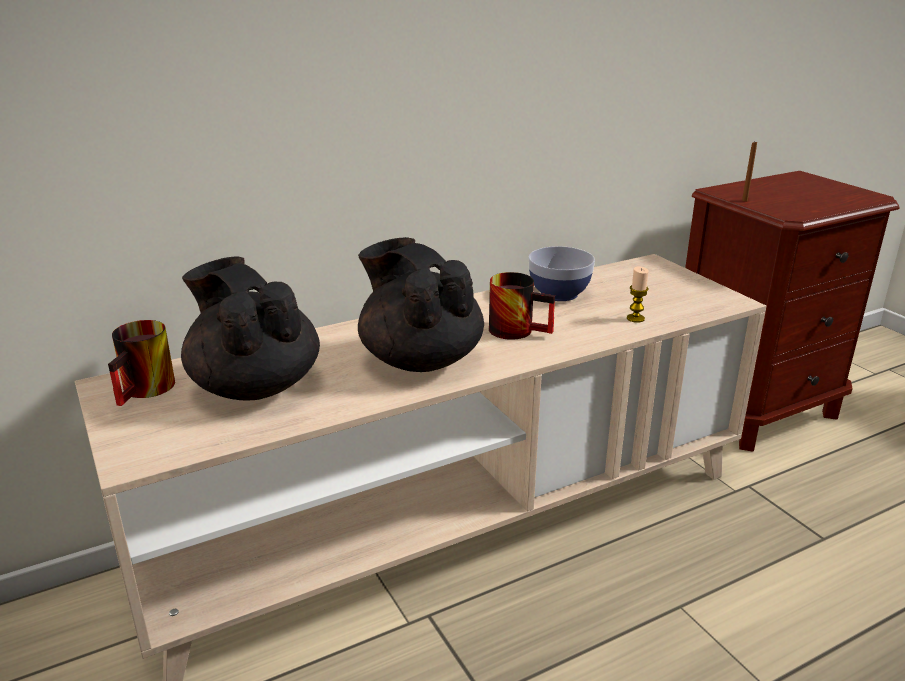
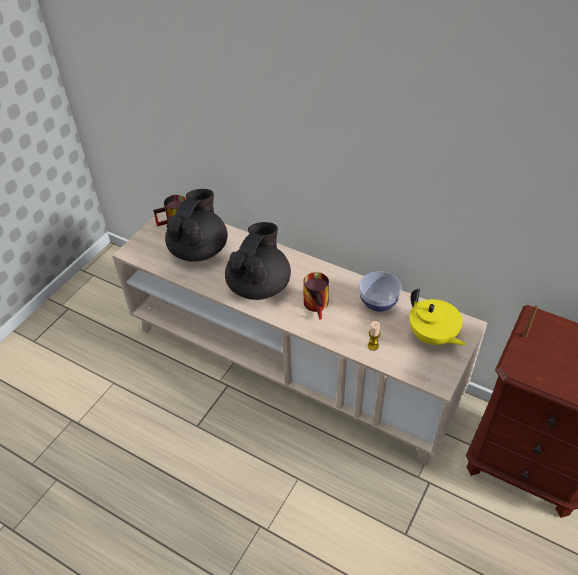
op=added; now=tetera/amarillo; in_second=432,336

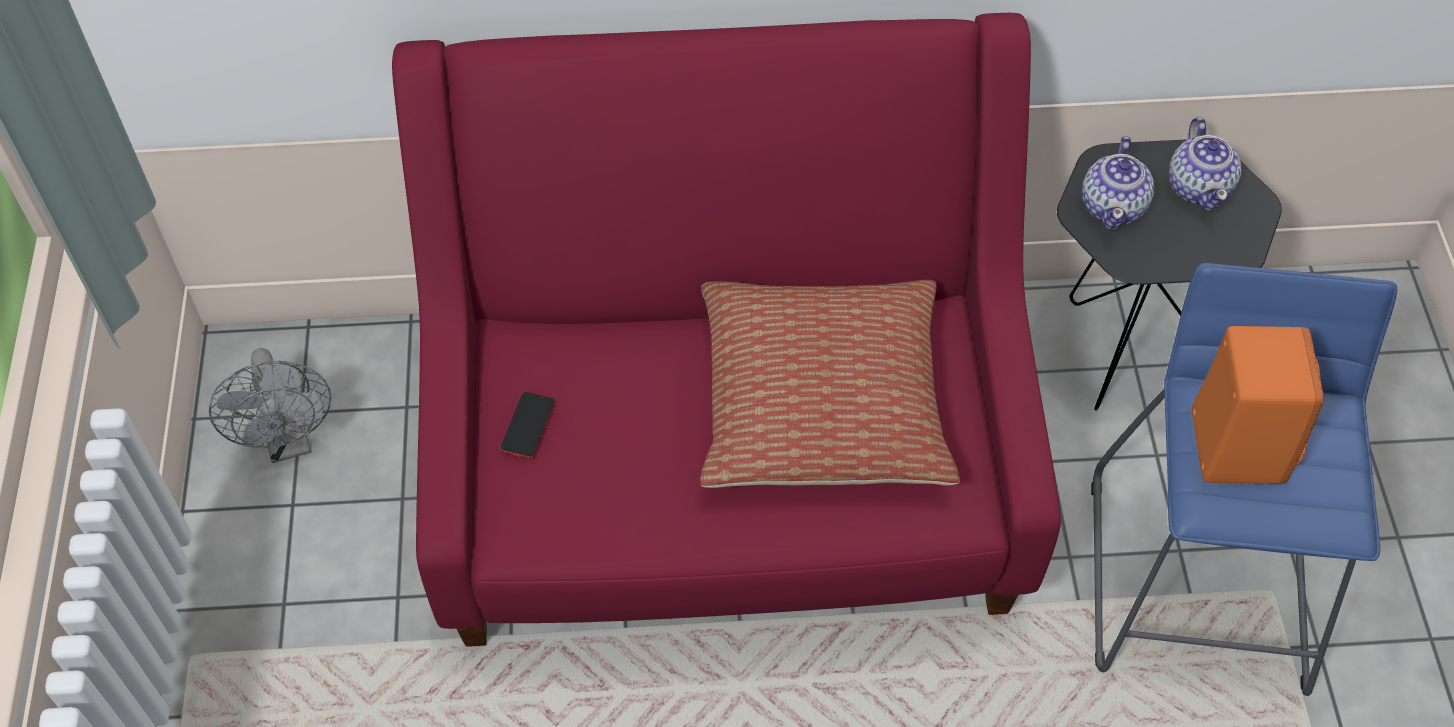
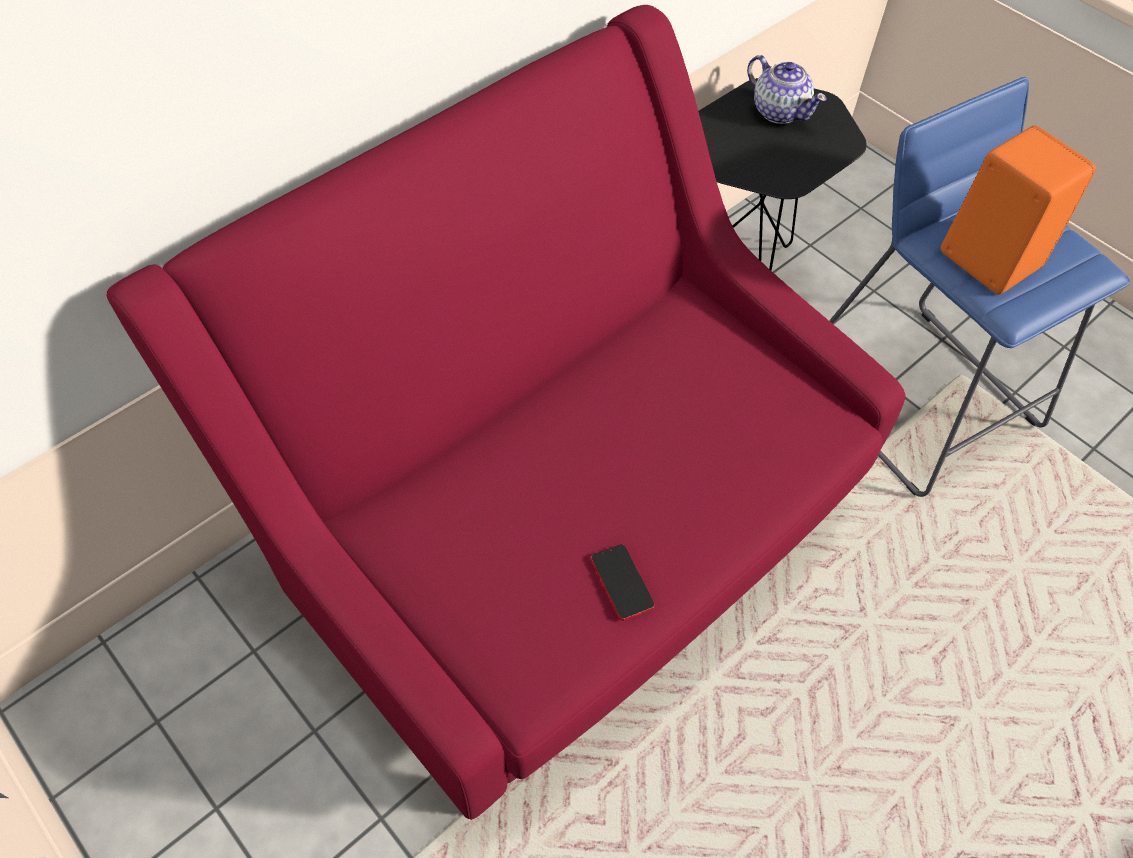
op=removed; was=tetera; in_first=1114,206
op=removed; was=cojín; in_first=822,403
op=removed; was=ventilador/gris; in_first=289,442
op=moved; was=móvil; in_first=528,426; in_second=622,582

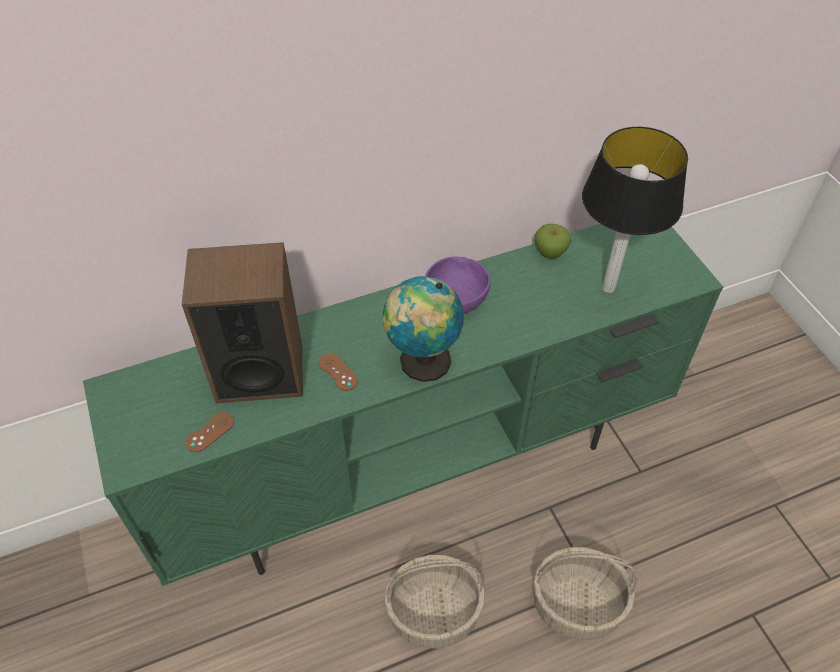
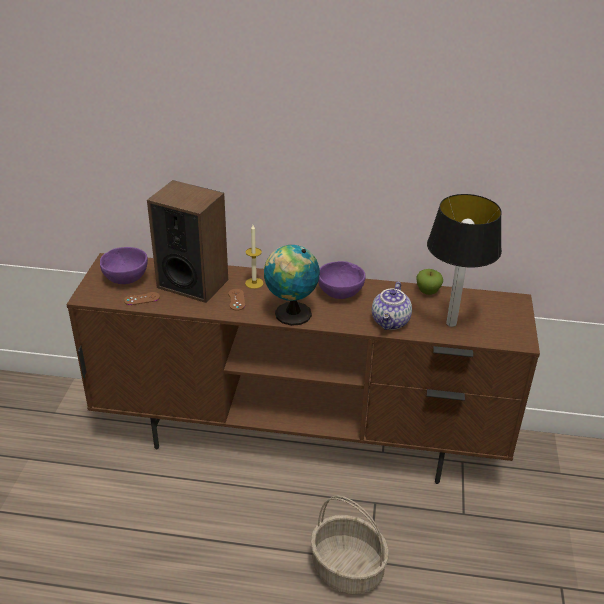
op=recoloured; was=mueble de televisión/verde; now=mueble de televisión/marrón; in_first=420,468; in_second=301,438
op=removed; was=cesta; in_first=434,612
op=added; now=vela; in_second=254,283
op=added; now=cuenco/morado; in_second=125,279
op=added; now=tetera; in_second=391,322

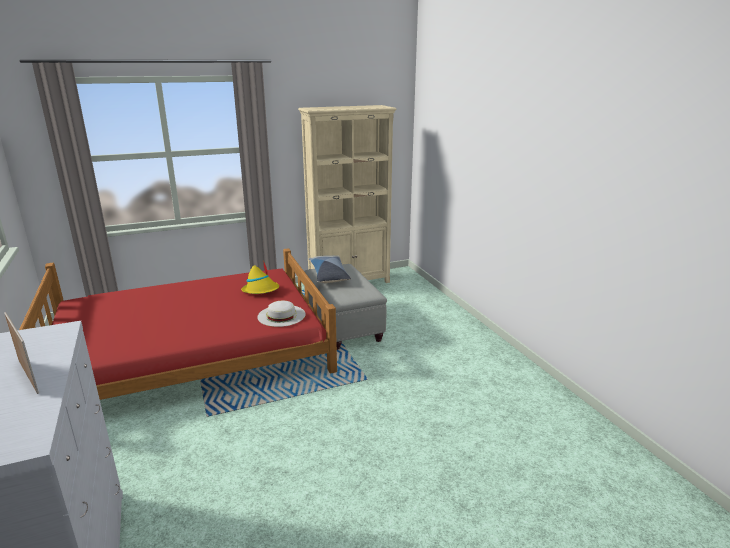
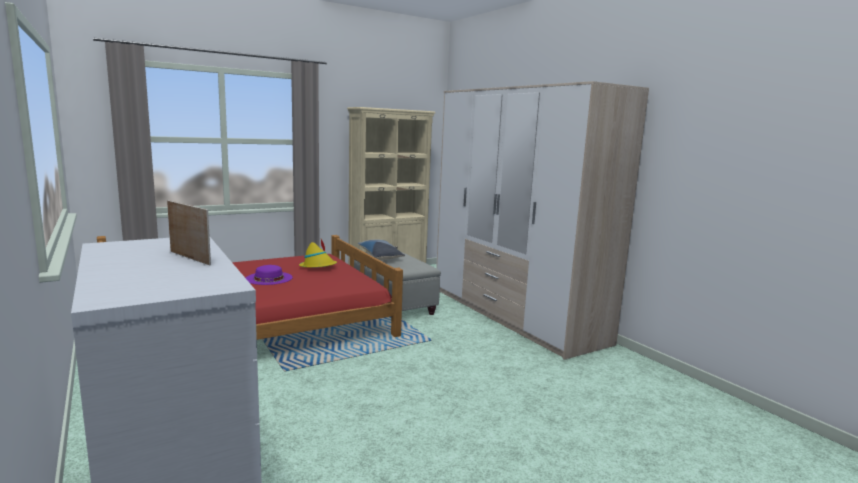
op=removed; was=sombrero/blanco; in_first=281,315
op=added; now=armario ropero; in_second=514,315
op=added; now=sombrero/morado; in_second=269,278

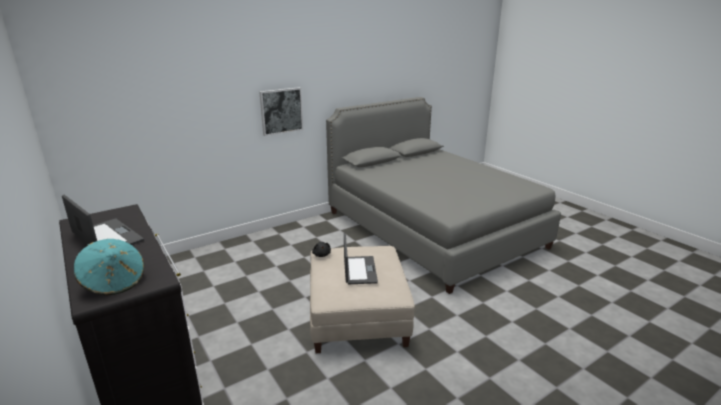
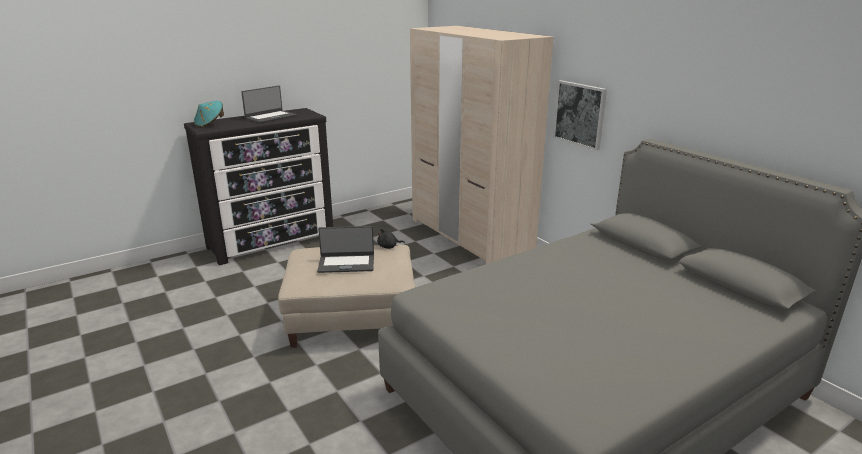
op=added; now=armario ropero/beis; in_second=470,236

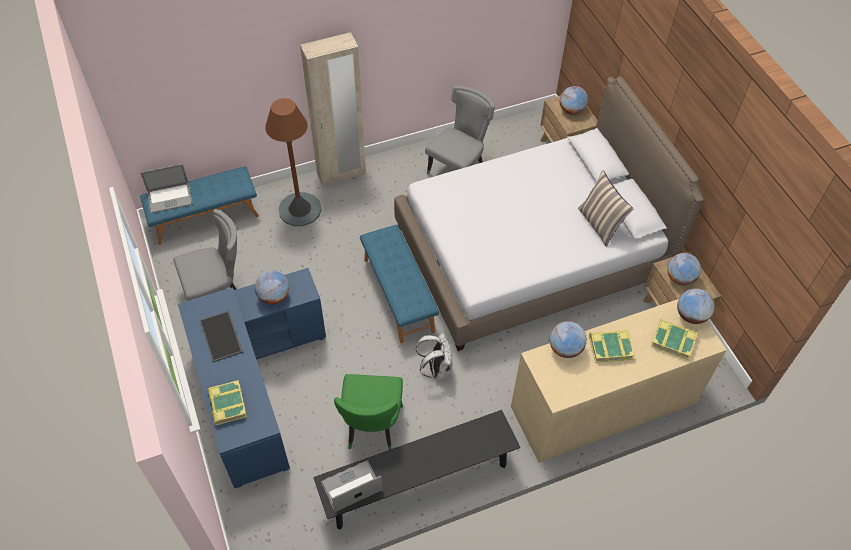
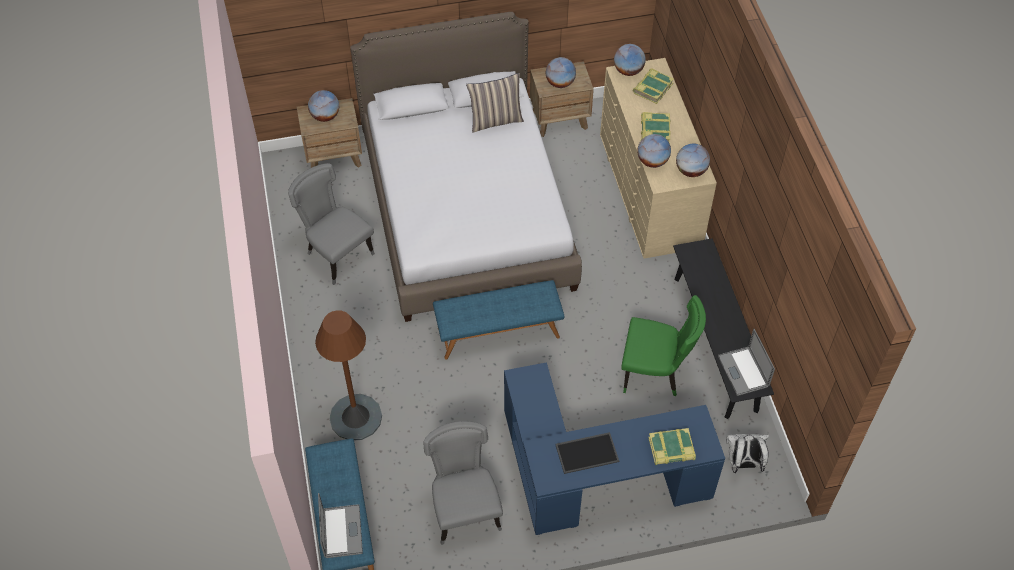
op=removed; was=armario ropero/beis; in_first=341,174
op=moved; was=globo terráqueo; in_first=274,296; in_second=691,171
op=moved; was=mochila/blanco; in_first=436,369; in_second=743,463

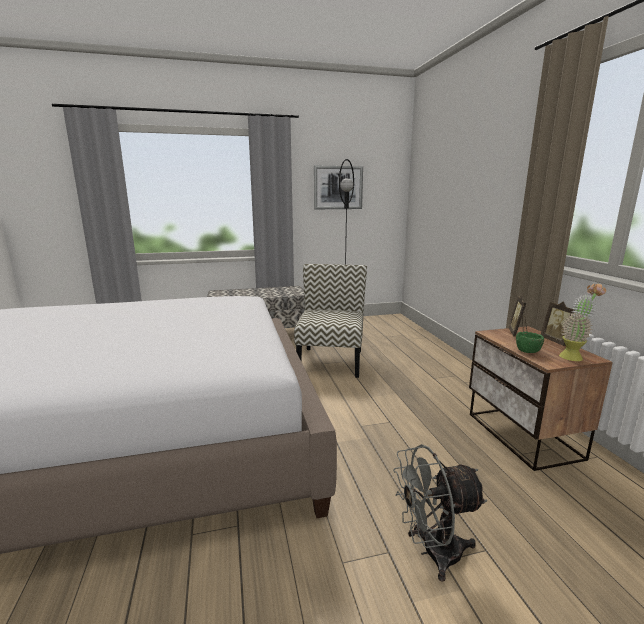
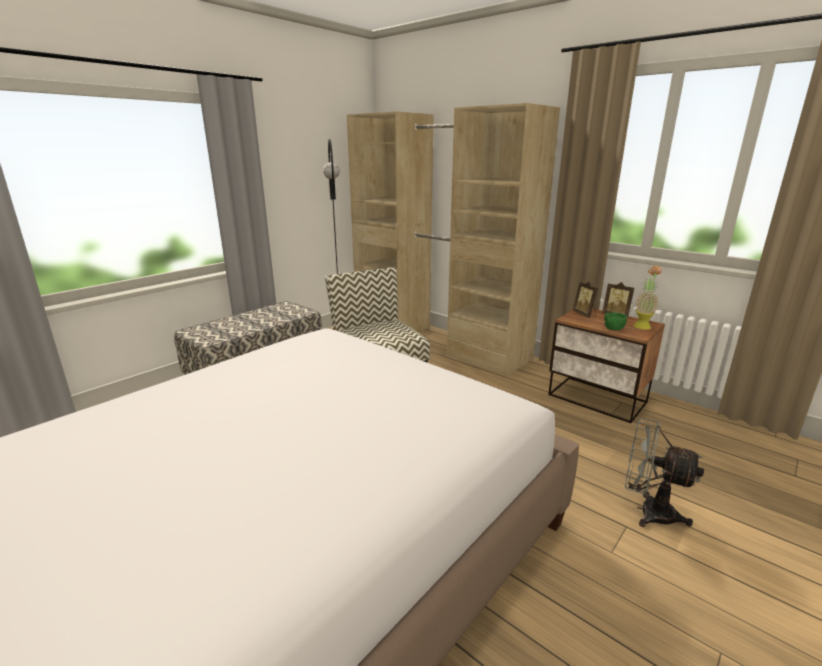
op=removed; was=cuadro; in_first=338,187
op=turned; was=ventilador/gris; in_first=432,552; in_second=647,511; clockwise=75
op=added; now=armario ropero/beis; in_second=438,340

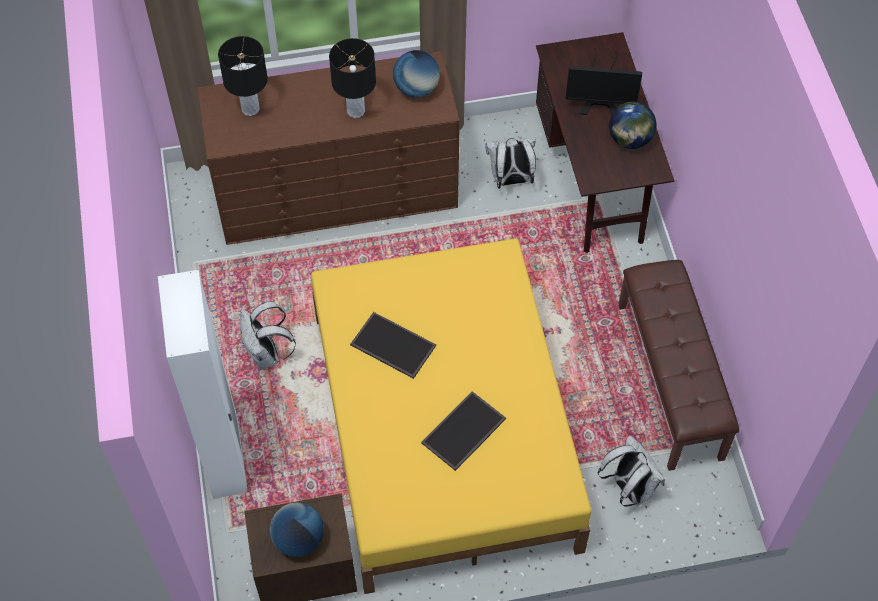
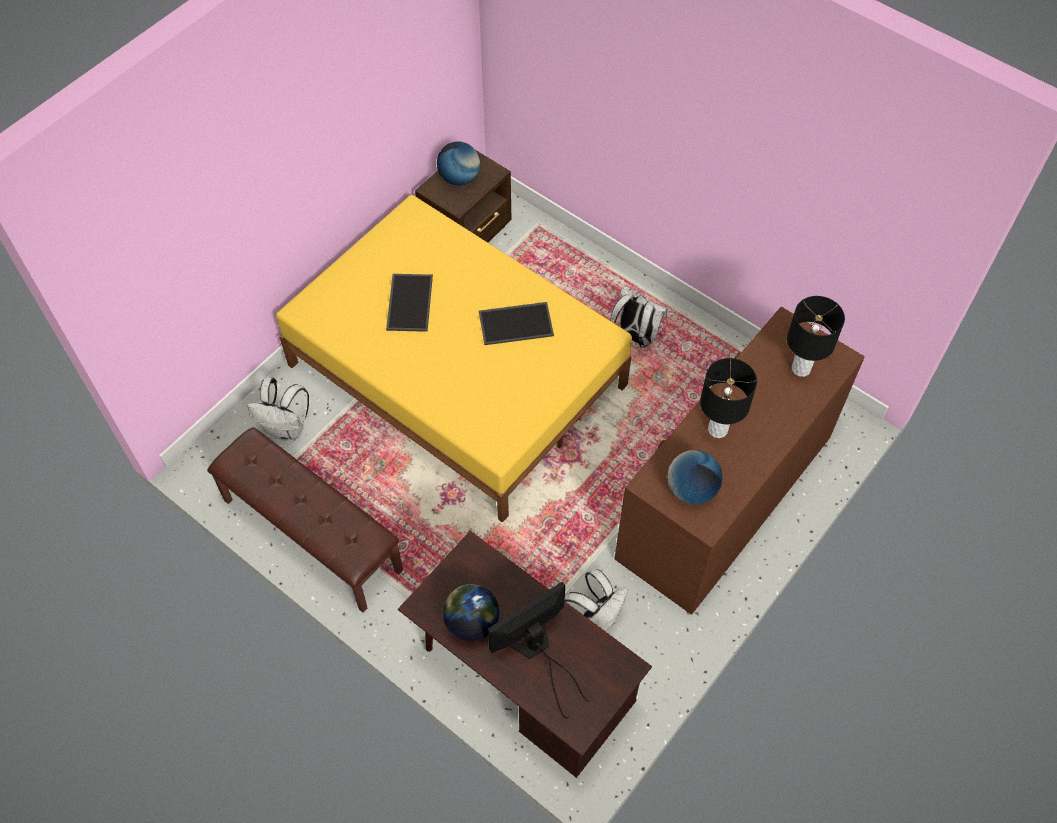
op=removed; was=armario ropero/blanco; in_first=226,459

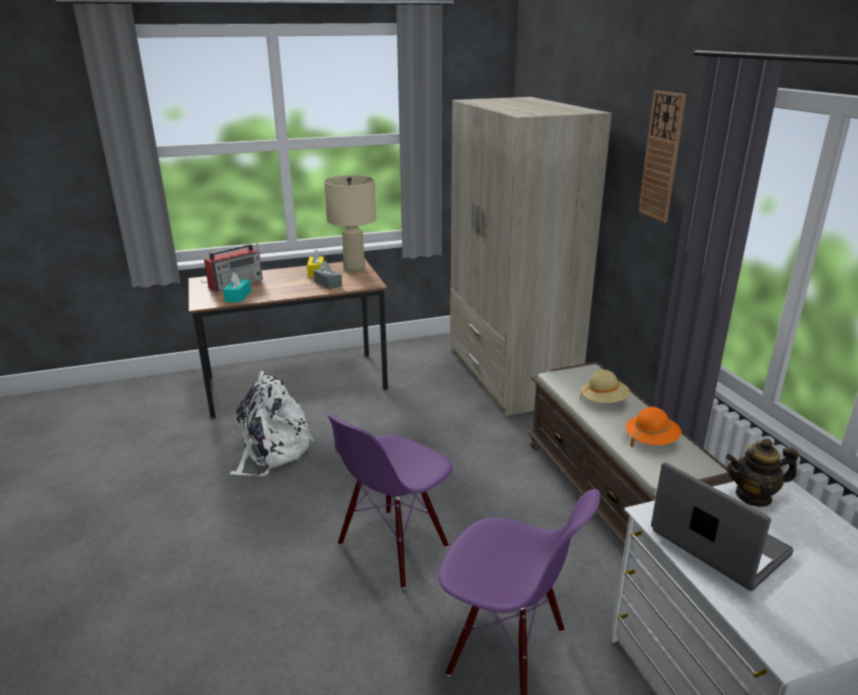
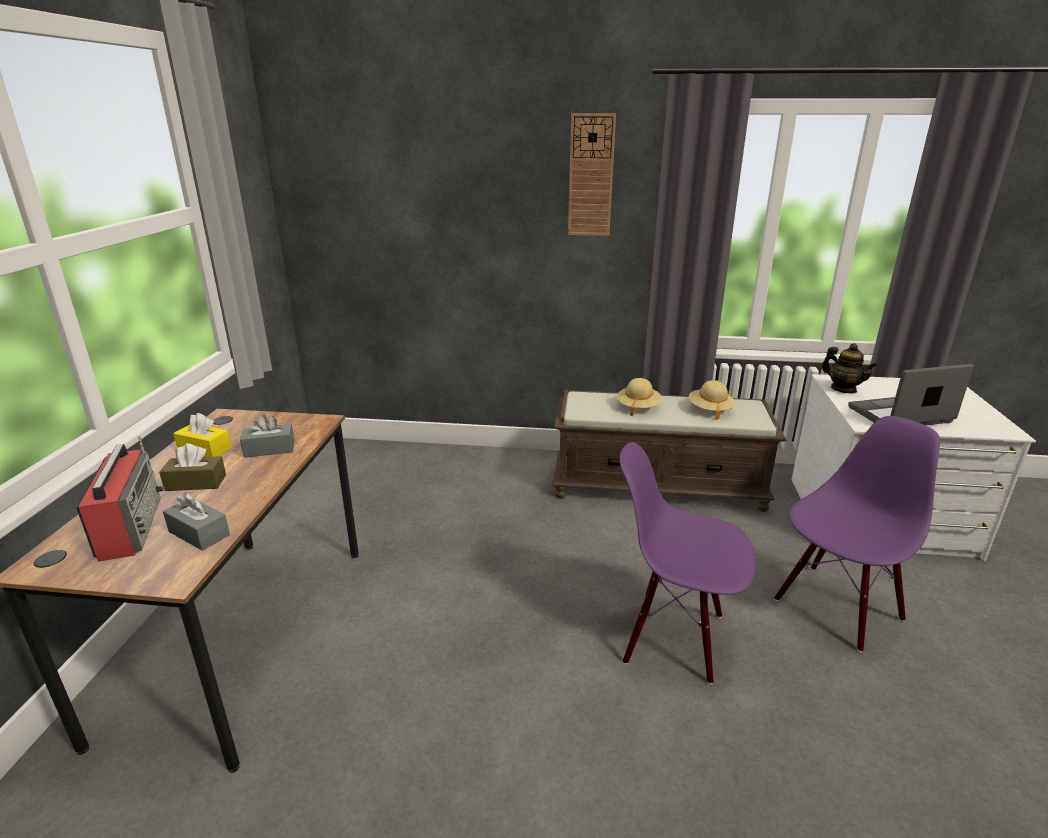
op=removed; was=armario ropero/beis; in_first=510,375
op=removed; was=lámpara de mesa/beis; in_first=354,268
op=recoloured; was=caja de pañuelos/turquesa; now=caja de pañuelos/gris; in_first=238,296; in_second=199,533
op=removed; was=mochila/blanco; in_first=271,451
op=recoloured; was=sombrero/naranja; now=sombrero/beis; in_first=651,440; in_second=710,410
op=turned; was=silla/morado; in_first=393,546; in_second=674,636; clockwise=135
op=turned; was=tetera; in_first=753,496; in_second=843,389; clockwise=-60
op=added; now=caja de pañuelos/marrón; in_second=196,483

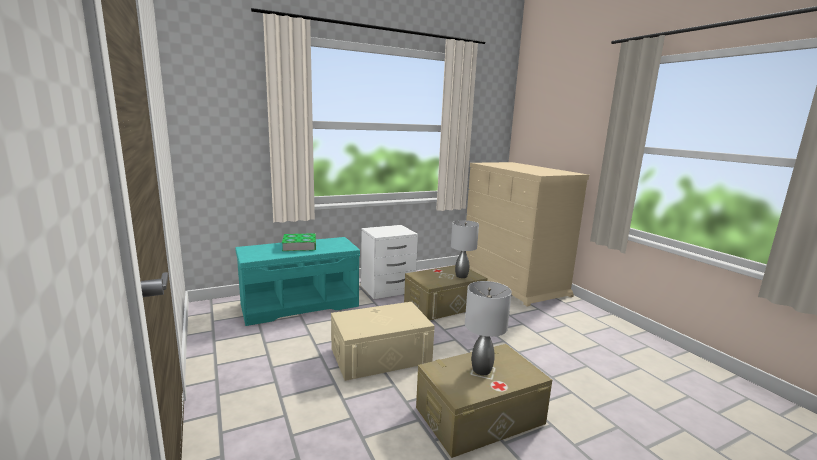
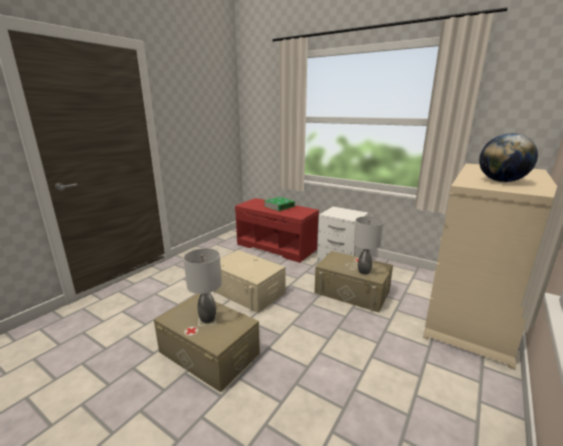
op=recoloured; was=banco/turquesa; now=banco/rojo; in_first=300,304; in_second=277,247
op=added; now=globo terráqueo; in_second=501,181

